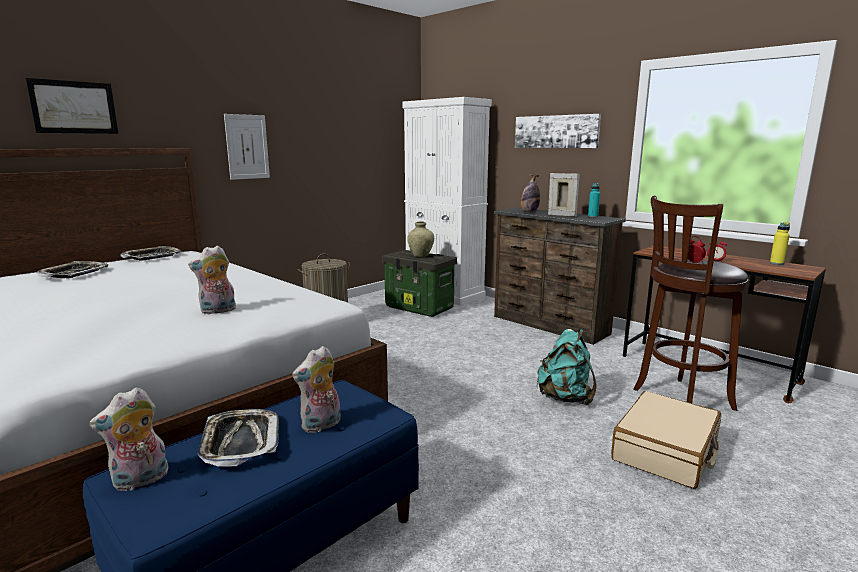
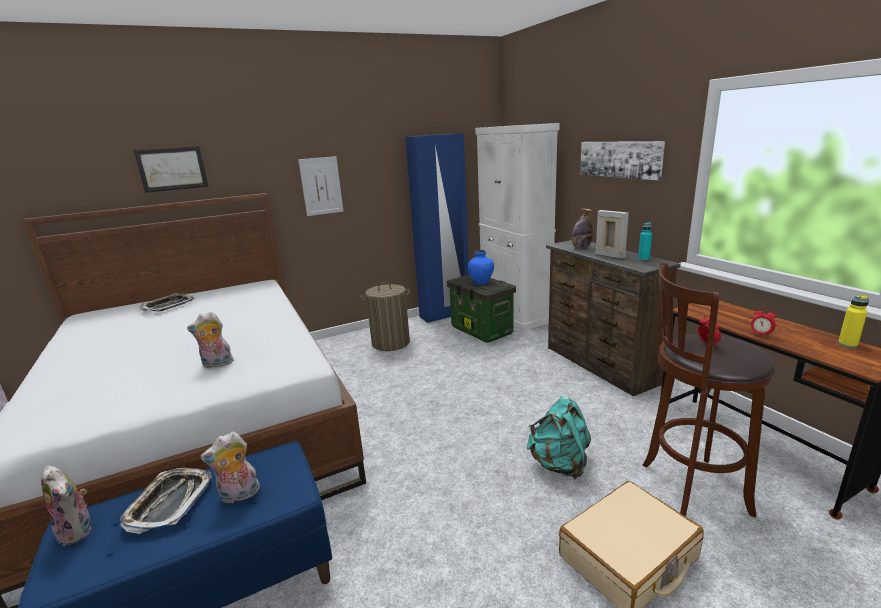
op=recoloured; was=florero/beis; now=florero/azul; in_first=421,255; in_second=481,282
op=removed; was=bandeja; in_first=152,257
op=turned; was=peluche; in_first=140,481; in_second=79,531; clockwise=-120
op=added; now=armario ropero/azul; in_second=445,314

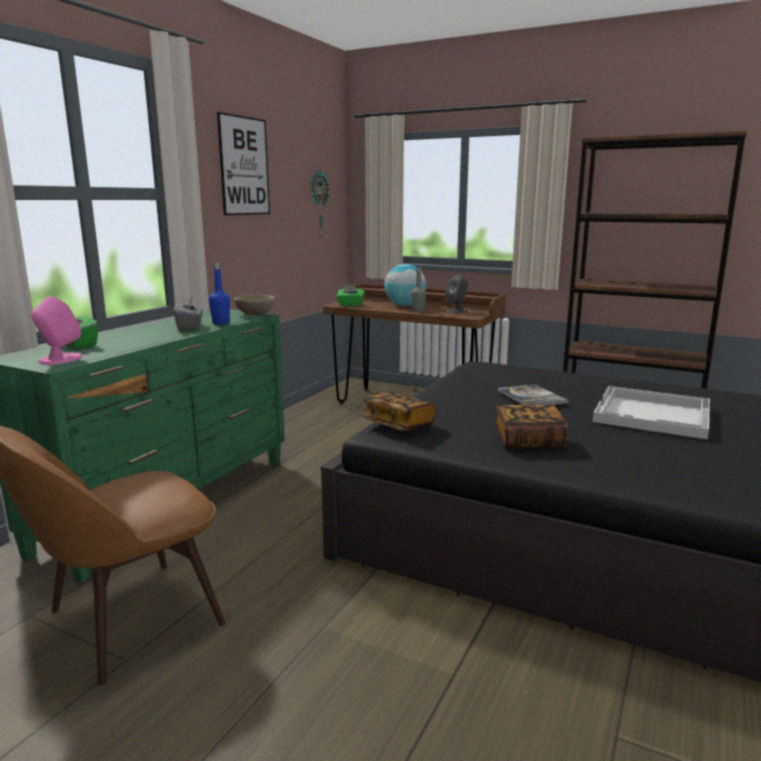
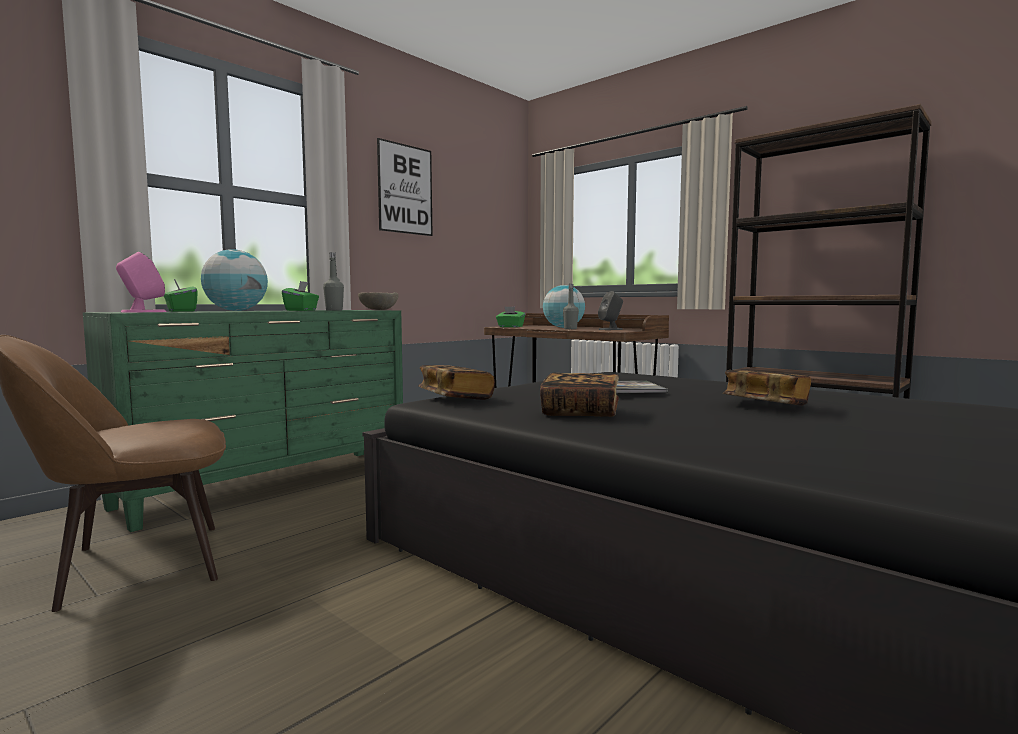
op=removed; was=reloj de pared; in_first=318,204
op=recoloured; was=botella/azul; now=botella/gris; in_first=221,323; in_second=334,310
op=recoloured; was=caja de pañuelos/gris; now=caja de pañuelos/verde; in_first=190,327; in_second=301,310
op=replaced; was=bandeja/blanco; now=libro; in_first=653,415; in_second=765,405
op=added; now=globo terráqueo; in_second=236,310

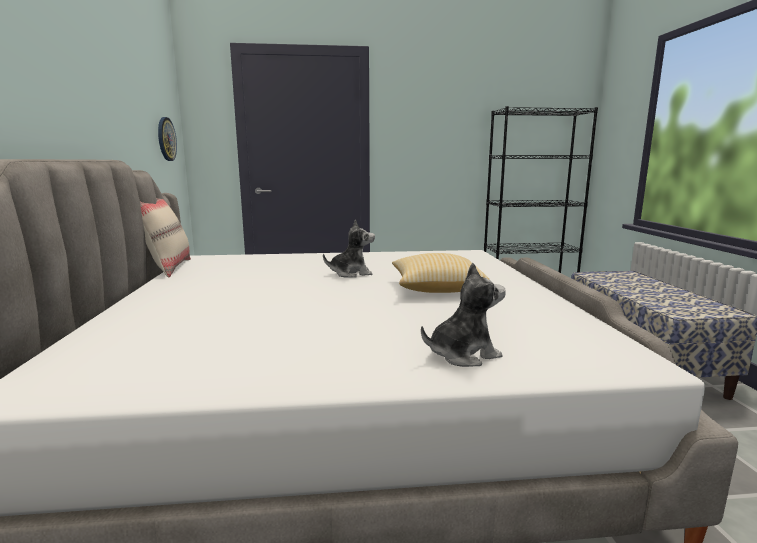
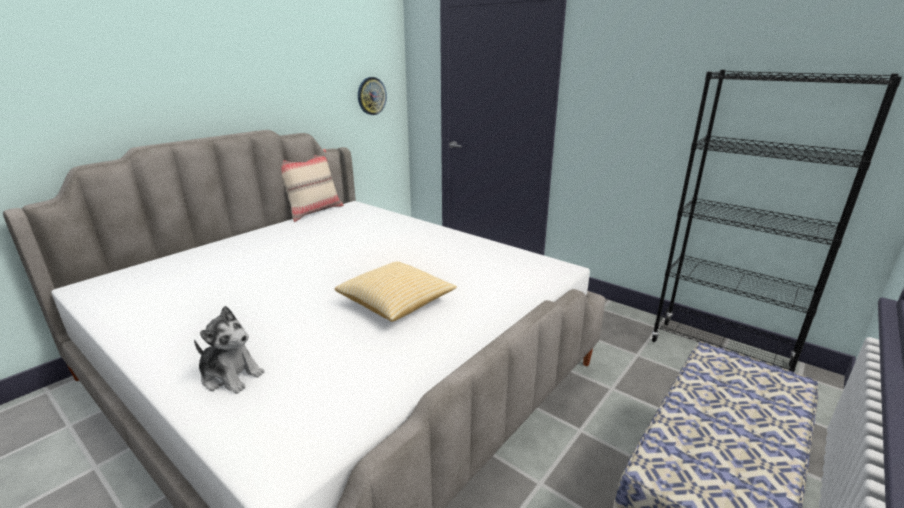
op=removed; was=peluche; in_first=351,273

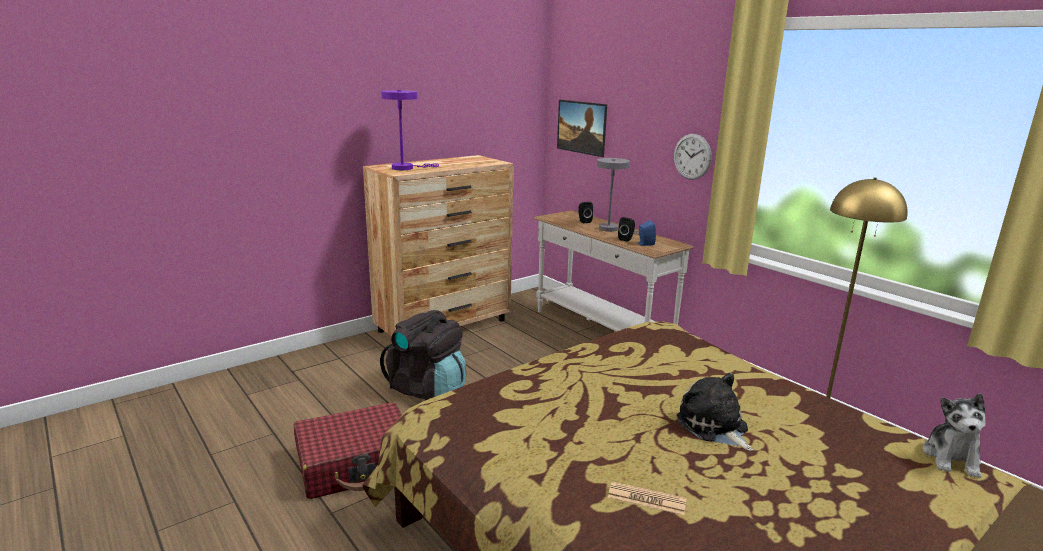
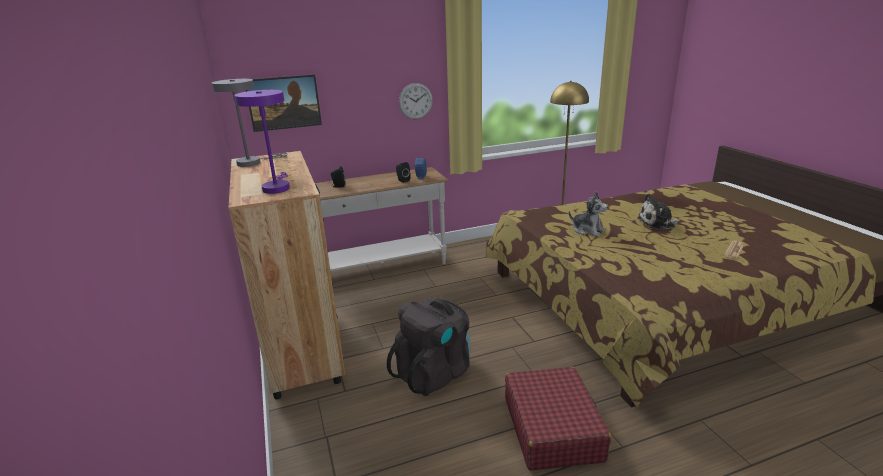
op=moved; was=lámpara de mesa/gris; in_first=612,229; in_second=253,162
op=moved; was=peluche; in_first=951,458; in_second=587,230

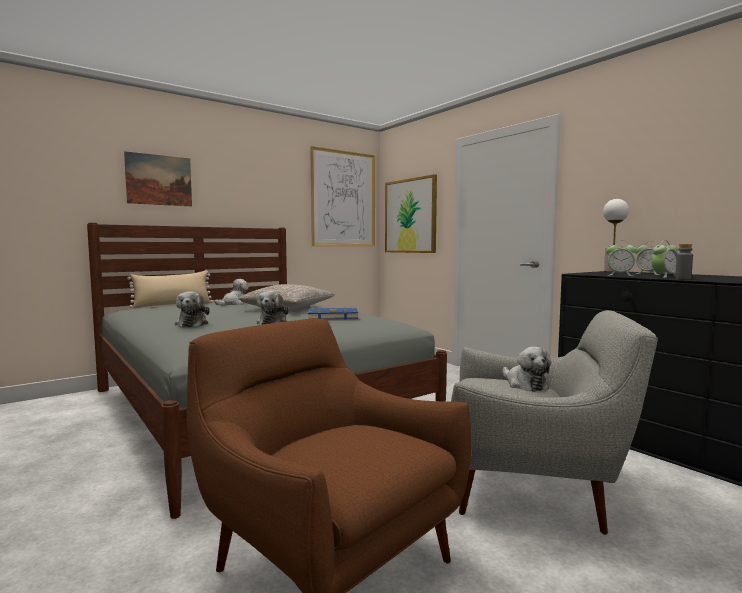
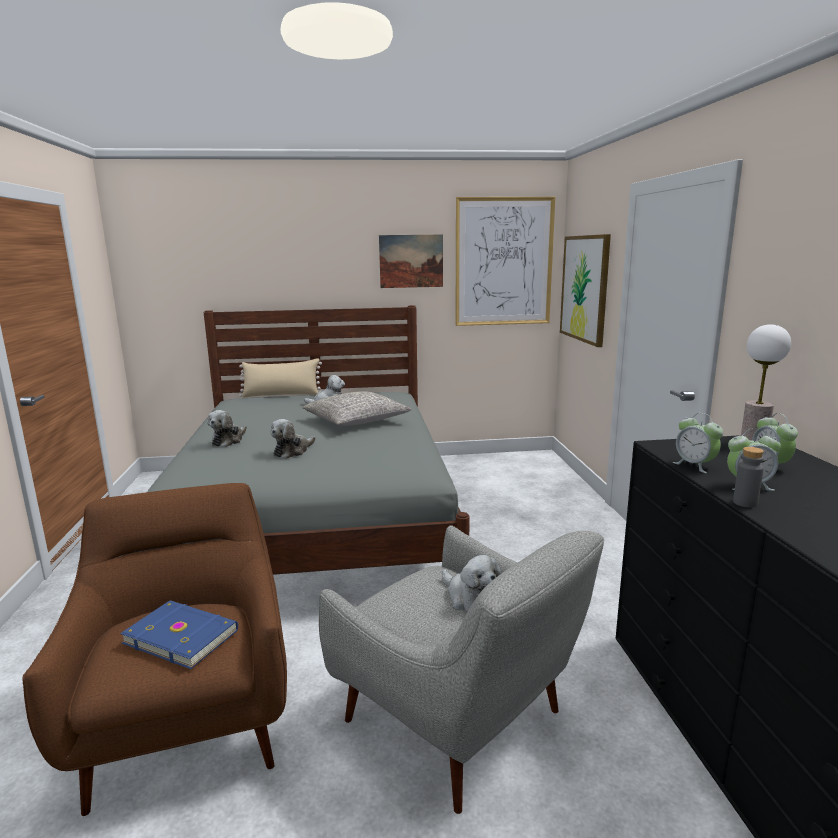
op=moved; was=cuadro; in_first=159,180; in_second=411,261
op=moved; was=libro/azul; in_first=332,316; in_second=182,635
op=turned; was=peluche; in_first=524,384; in_second=470,598; clockwise=-45

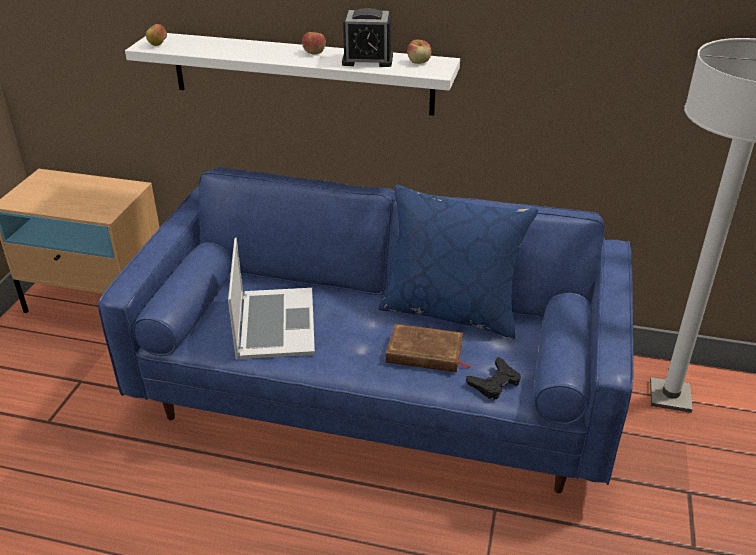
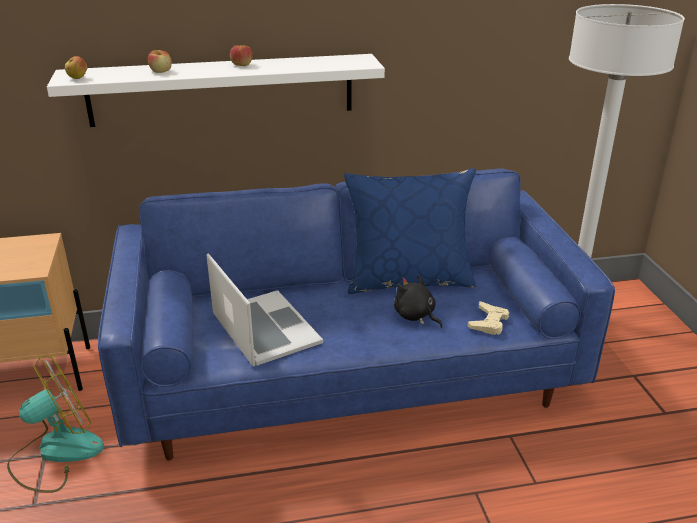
op=removed; was=despertador; in_first=367,60
op=moved; was=manzana; in_first=419,62; in_second=161,71
op=replaced; was=libro/marrón; now=peluche/negro; in_first=425,353; in_second=415,316
op=recoloured; was=mando de consola/negro; now=mando de consola/beis; in_first=495,383; in_second=488,322
op=added; now=ventilador; in_second=56,453

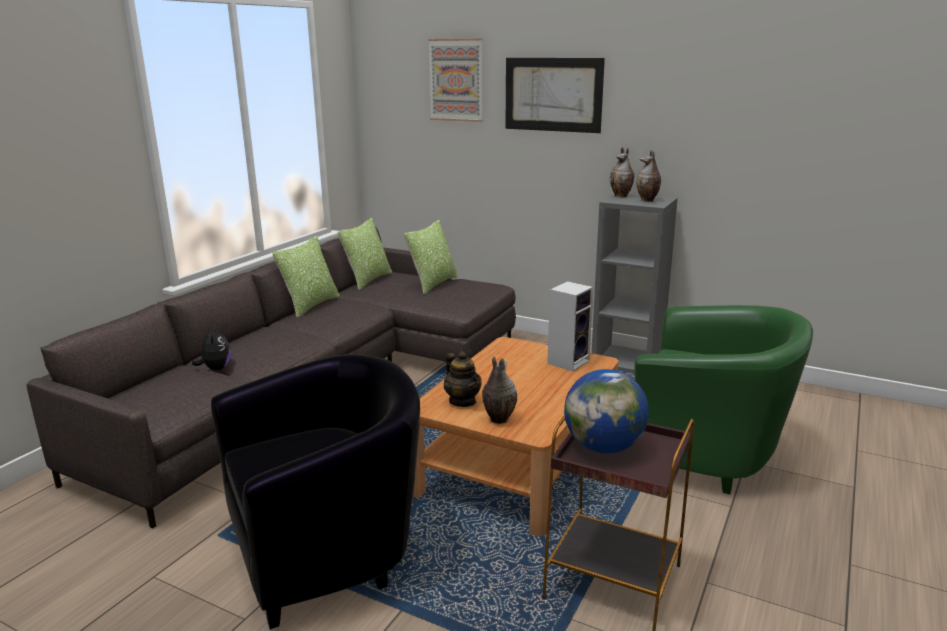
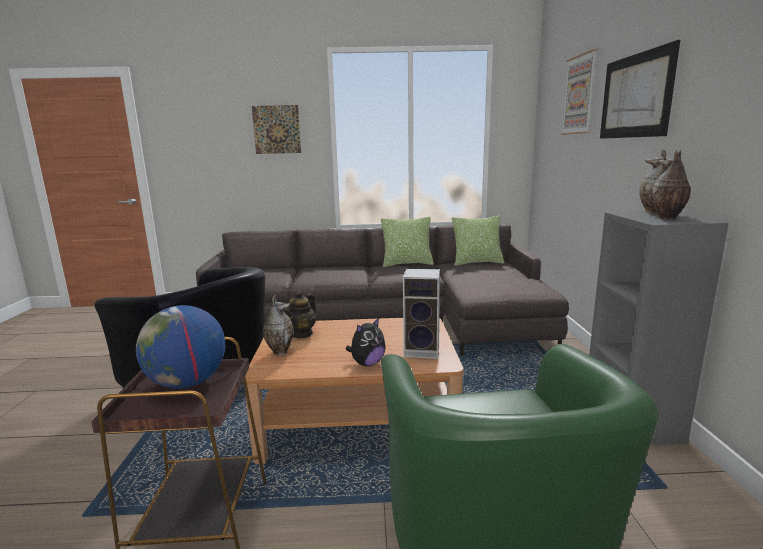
op=removed; was=cojín; in_first=433,284
op=moved; was=peluche; in_first=216,369; in_second=367,363
op=added; now=cuadro; in_second=277,129

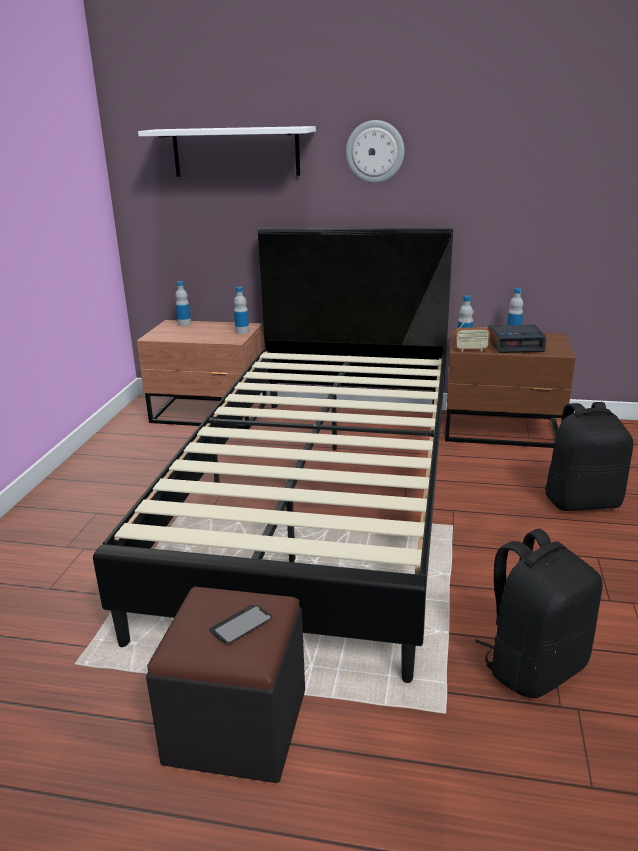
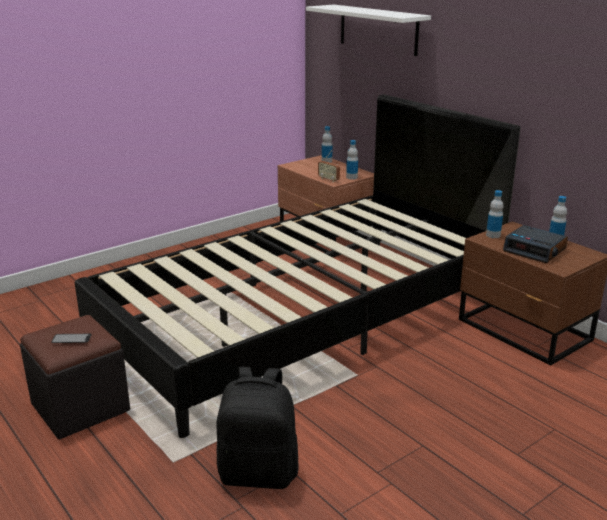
op=removed; was=reloj de pared; in_first=375,151
op=moved; was=radio; in_first=471,350; in_second=328,180
op=removed; was=mochila/negro; in_first=582,501

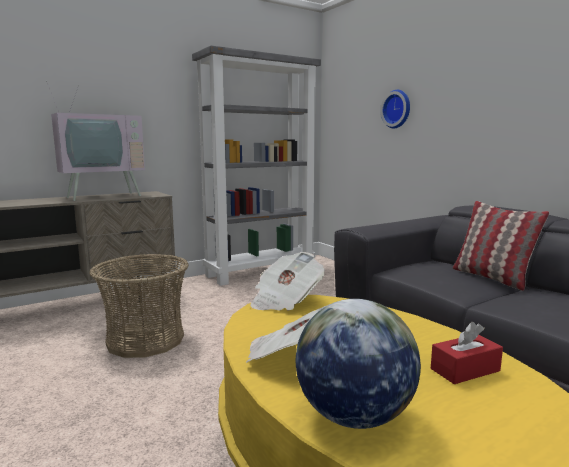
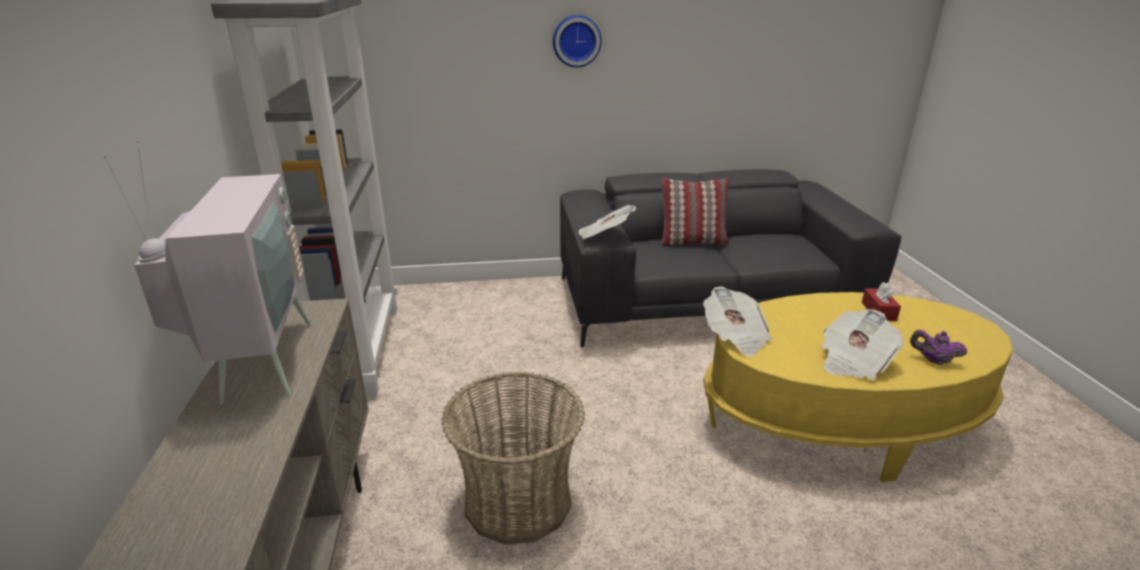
op=moved; was=reloj de pared; in_first=397,109; in_second=576,41
op=replaced; was=globo terráqueo; now=tetera/morado; in_first=354,415; in_second=933,360
op=added; now=periódico; in_second=604,236

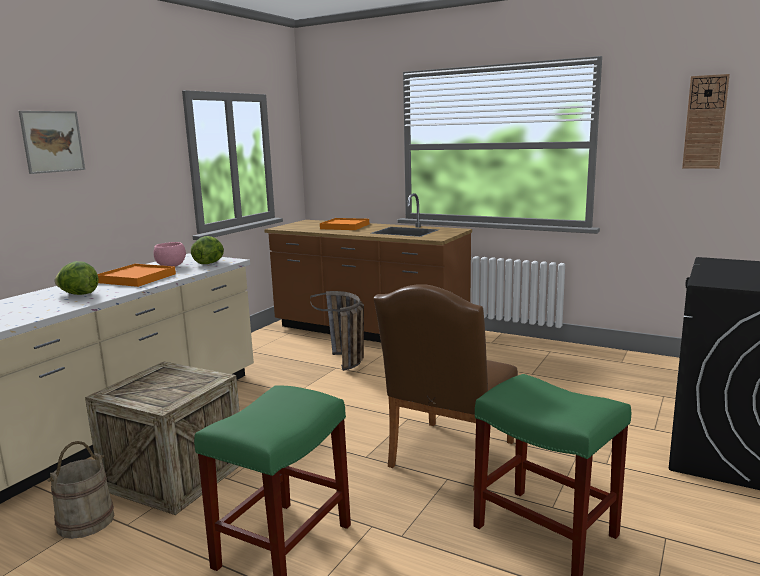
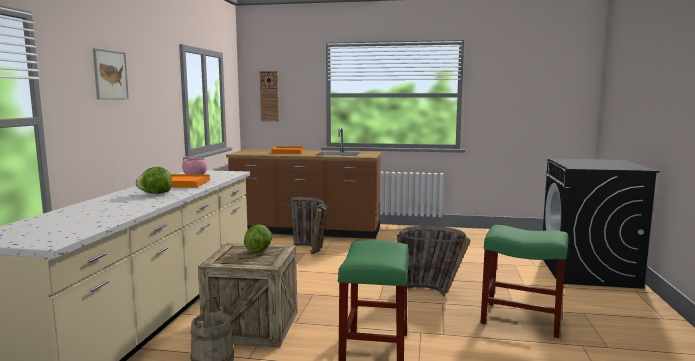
op=moved; was=reloj de pared; in_first=705,122; in_second=269,96
op=moved; was=lechuga; in_first=210,263; in_second=258,251
op=replaced; was=silla/marrón; now=cesta; in_first=448,458; in_second=432,293

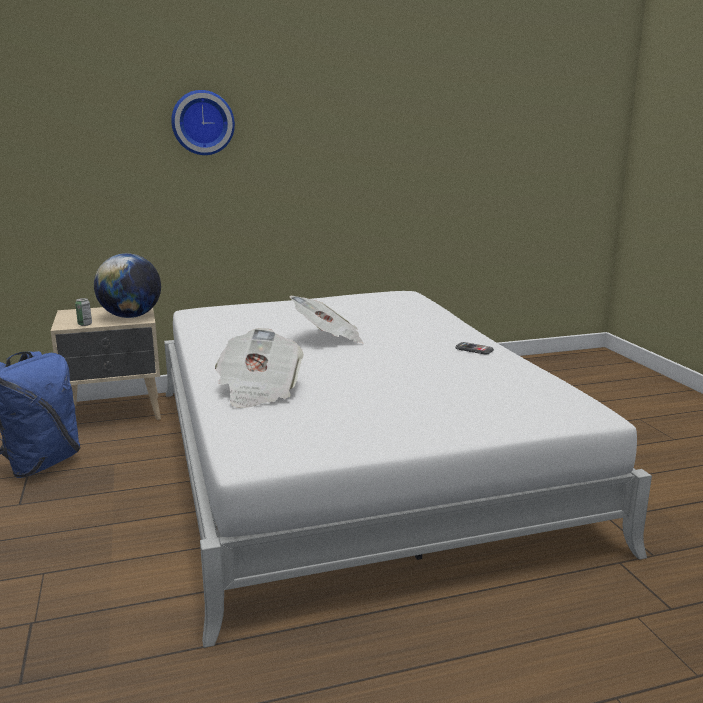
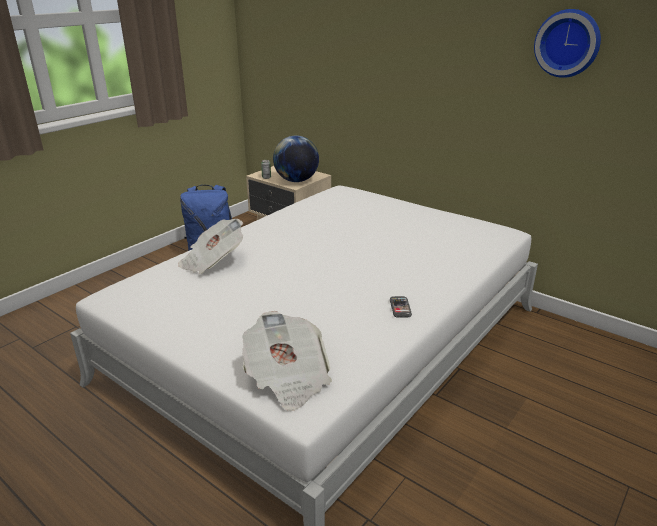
op=moved; was=reloj de pared; in_first=202,123; in_second=568,43
op=moved; was=periódico; in_first=328,338; in_second=287,378

